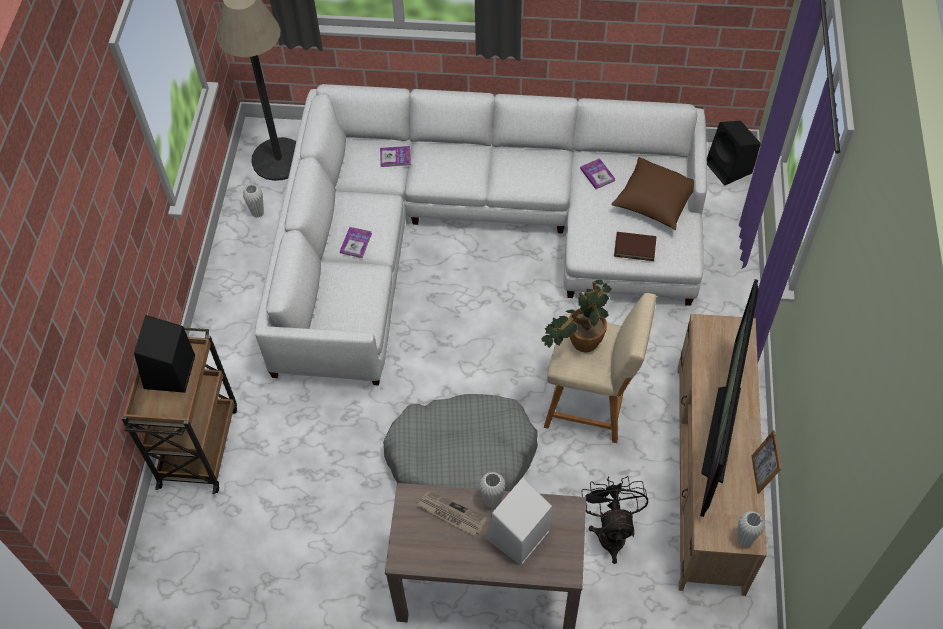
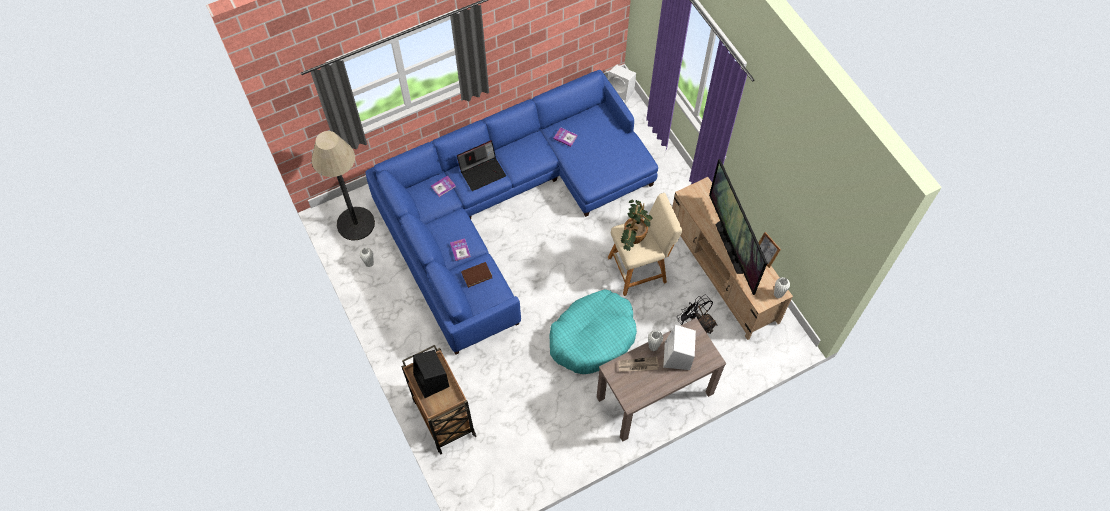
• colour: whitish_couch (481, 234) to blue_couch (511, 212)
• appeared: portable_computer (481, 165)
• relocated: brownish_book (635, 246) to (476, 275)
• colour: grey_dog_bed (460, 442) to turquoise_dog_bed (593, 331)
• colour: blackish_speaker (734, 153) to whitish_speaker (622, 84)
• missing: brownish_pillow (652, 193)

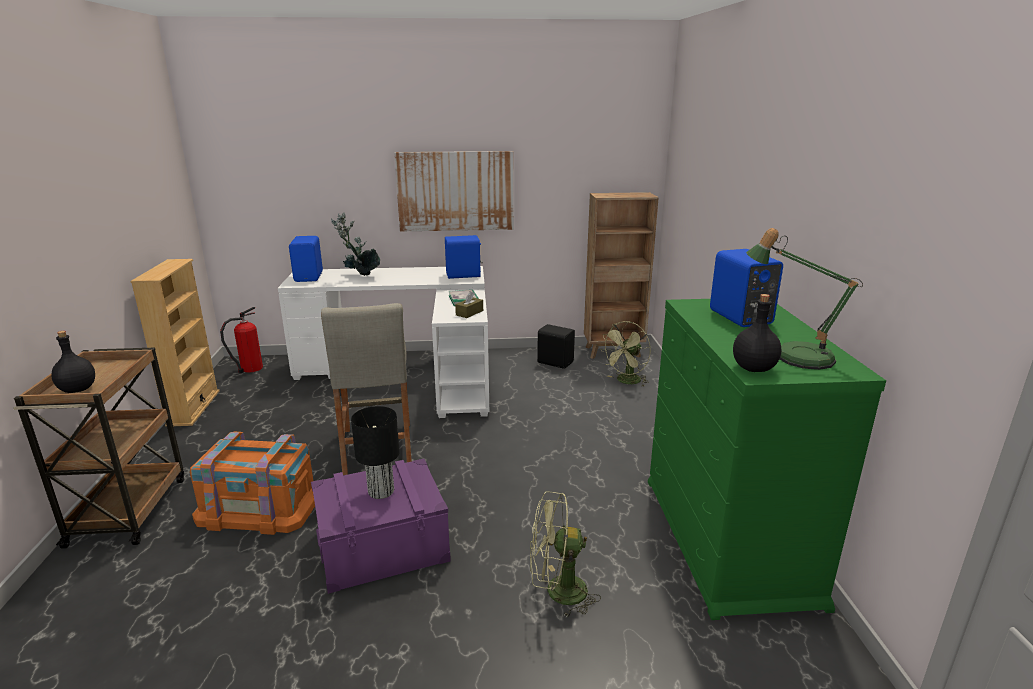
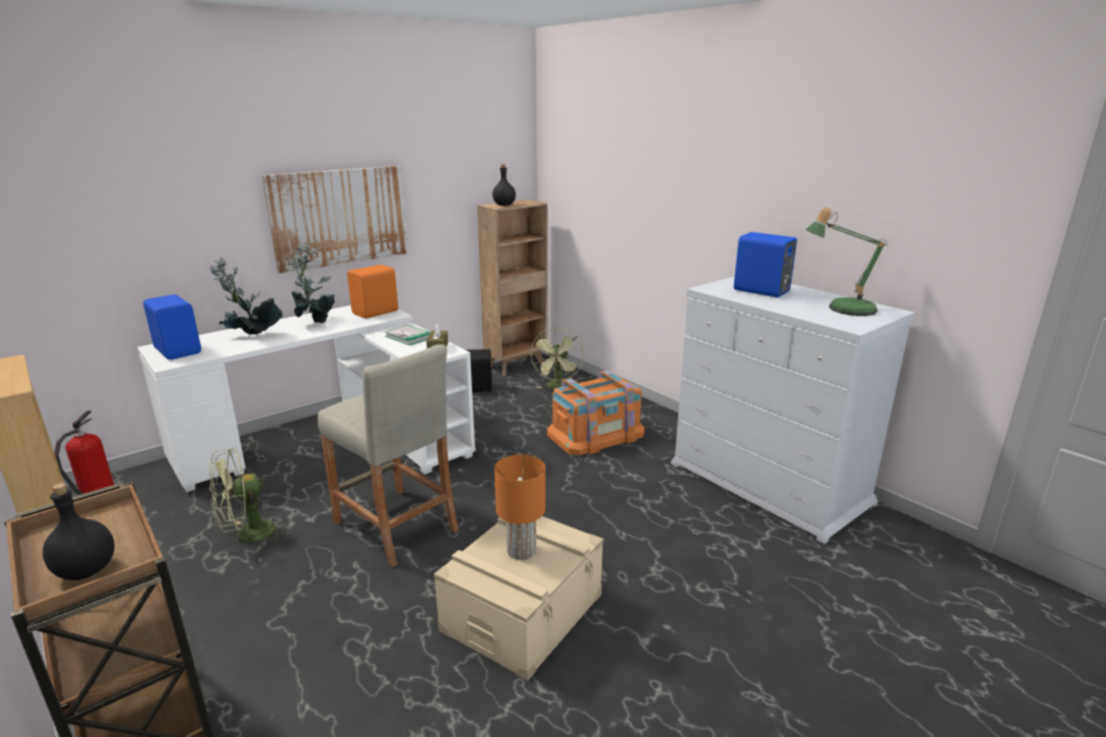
• relocated: green_fan (565, 554) to (248, 498)
• appeared: potted_plant (310, 282)
• colour: blue_speaker (464, 257) to orange-coloured_speaker (372, 292)
• colour: purple-coloured_storage_container (381, 526) to beige-coloured_storage_container (518, 598)
• relocated: blackish_beverage_bottle (757, 333) to (504, 185)
• colour: blackish_tabletop_lamp (375, 452) to orange-coloured_tabletop_lamp (520, 507)
• relocated: orange-coloured_storage_container (252, 483) to (596, 413)
• colour: green_dresser (767, 459) to whitish_dresser (793, 410)

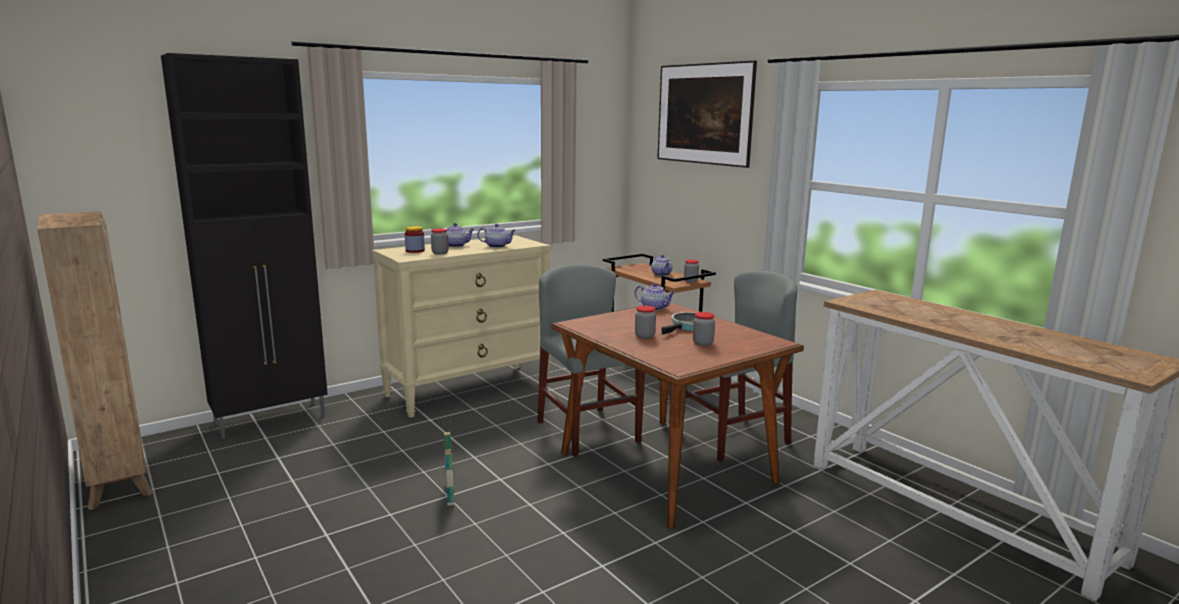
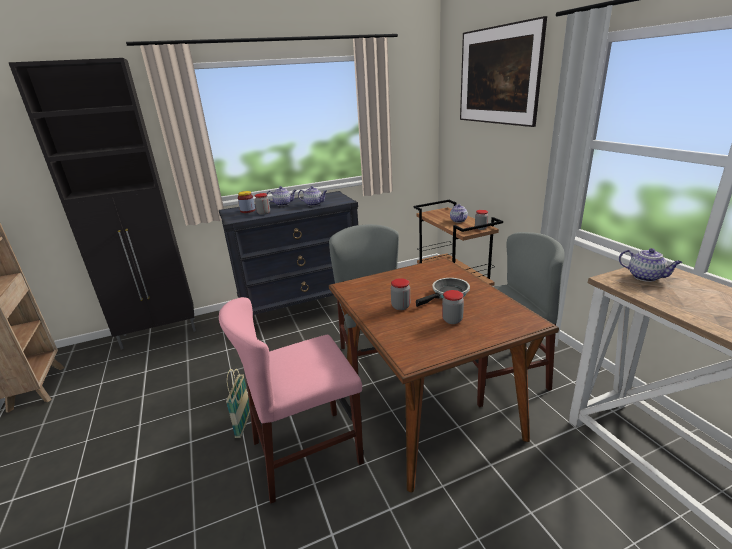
• colour: beige-coloured_dresser (461, 326) to blackish_dresser (288, 253)
• appeared: pinkish_upright_chair (291, 400)
• relocated: tea_pot (654, 297) to (650, 265)

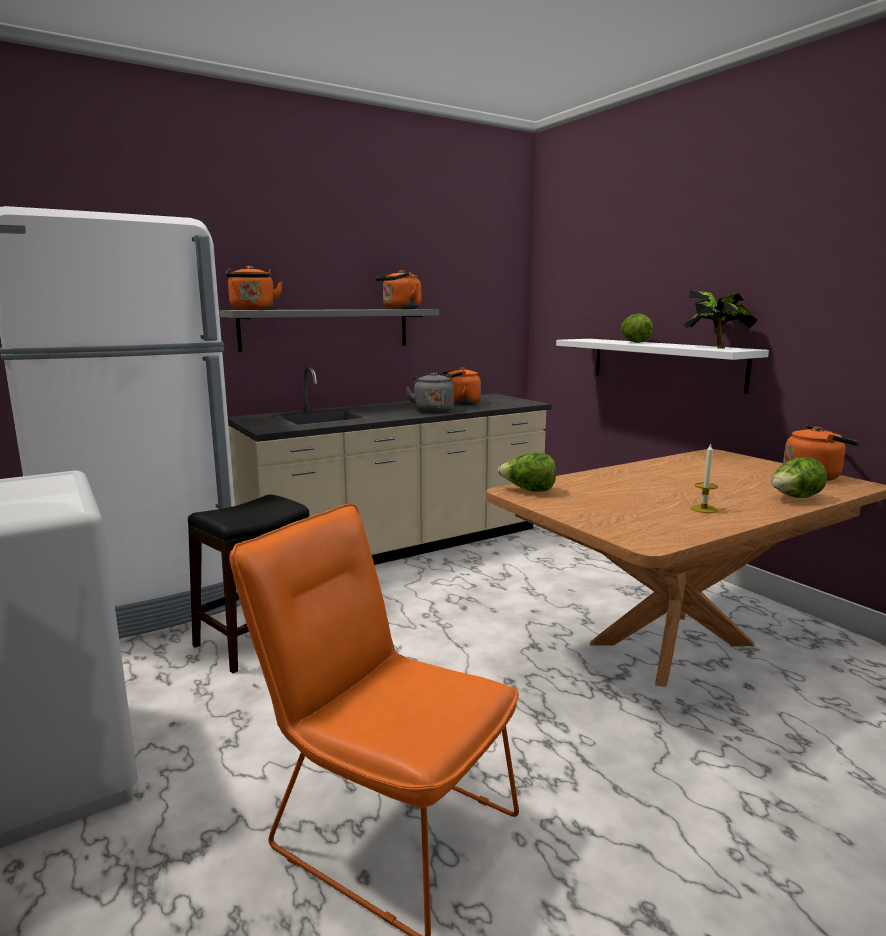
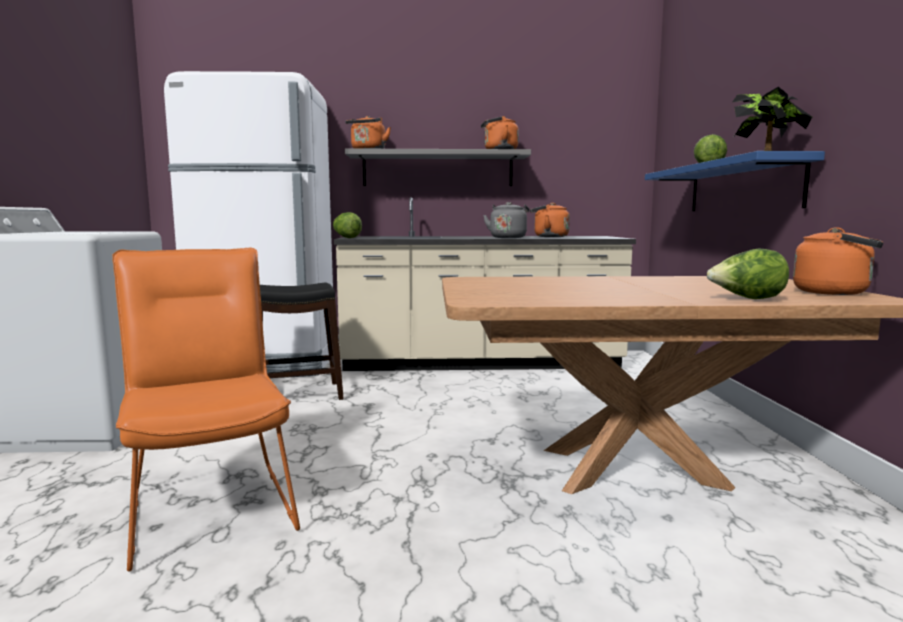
• relocated: lettuce_head (527, 472) to (347, 225)
• colour: whitish_shelf (662, 366) to blue_shelf (735, 181)
• missing: candle (704, 478)

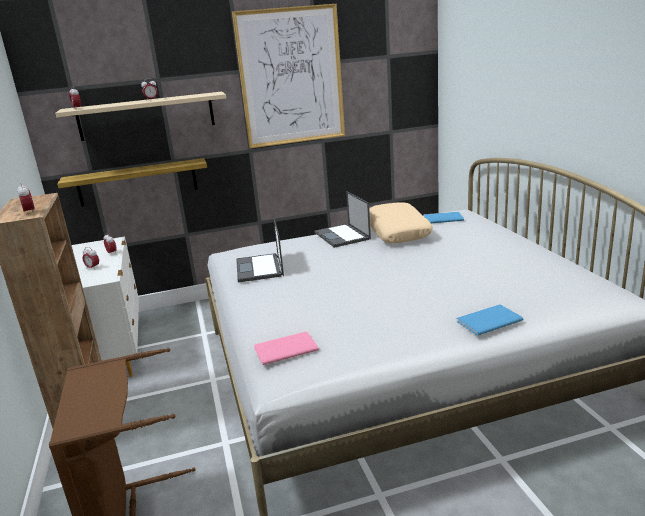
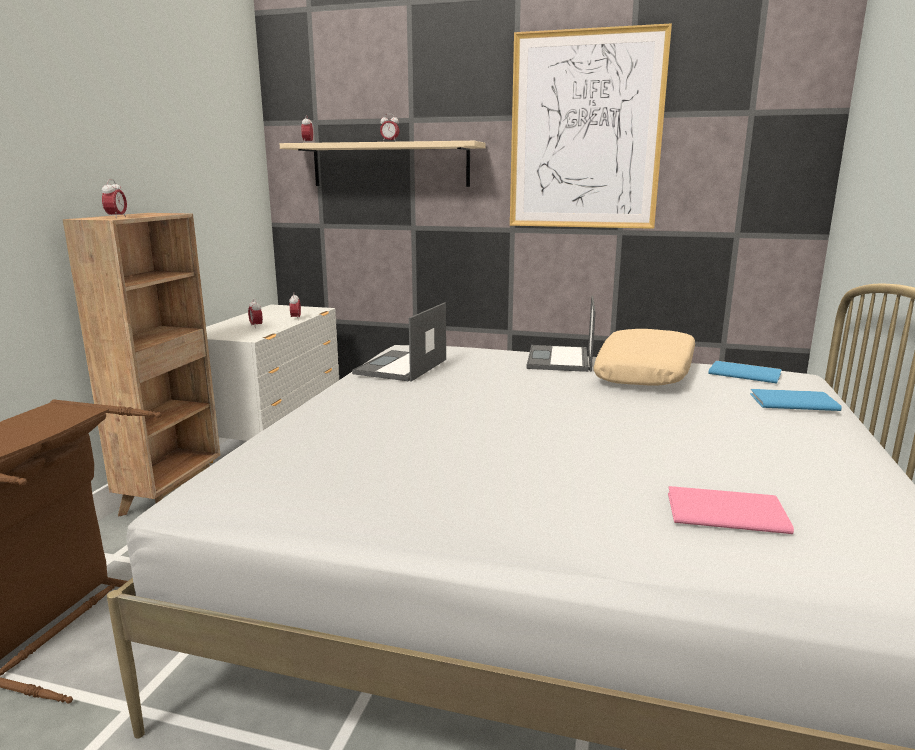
• relocated: pinkish_book (286, 348) to (731, 510)
• relocated: blue_book (490, 320) to (796, 400)
• missing: shelf (132, 182)

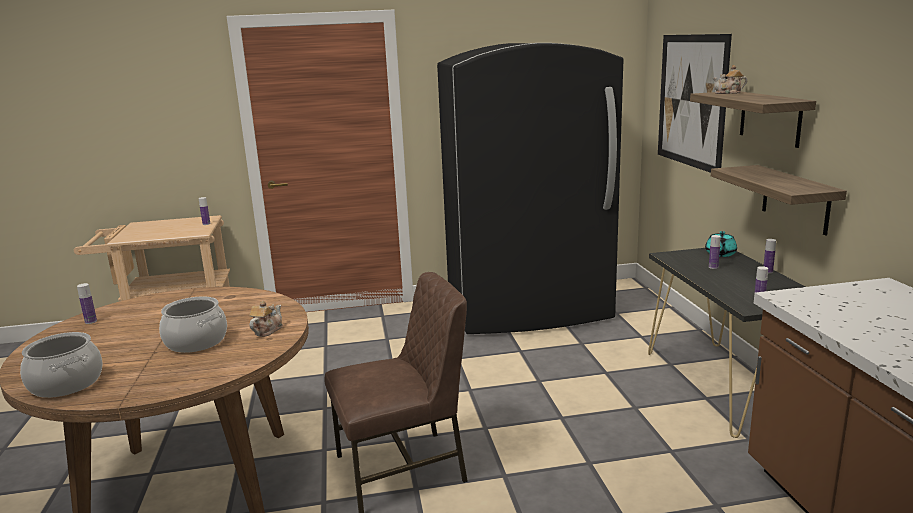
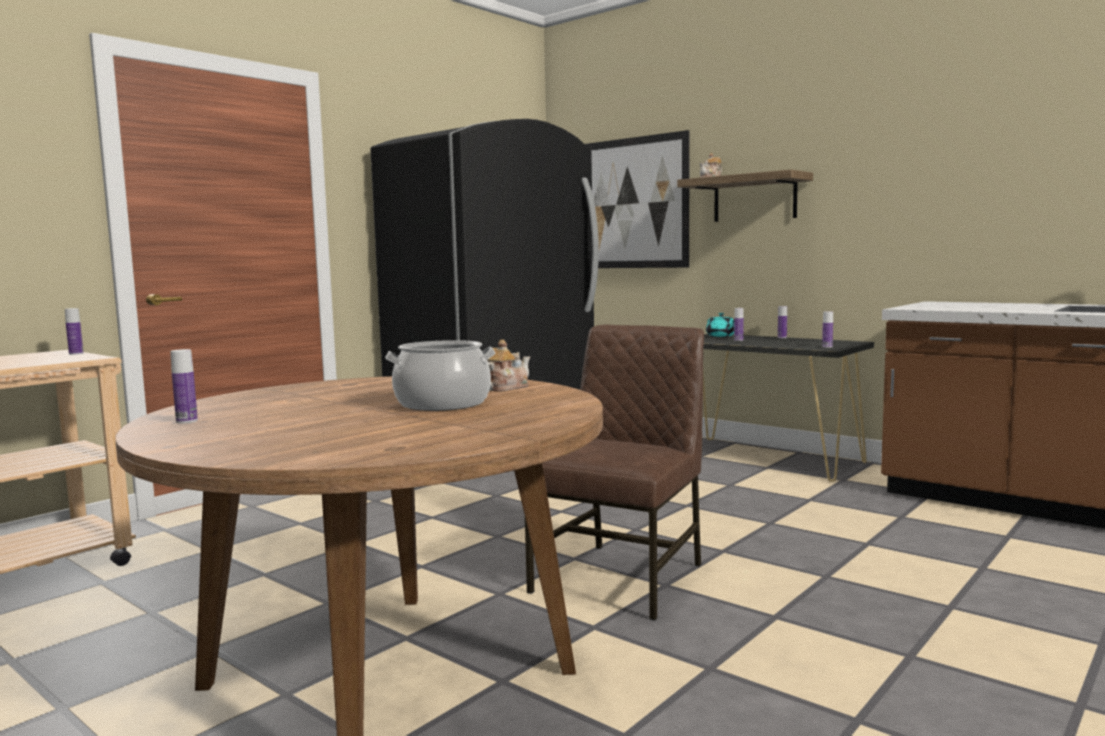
• spun: tea_pot (266, 319) = (508, 366) 60 degrees clockwise
• missing: stockpot (61, 365)
• missing: shelf (779, 200)

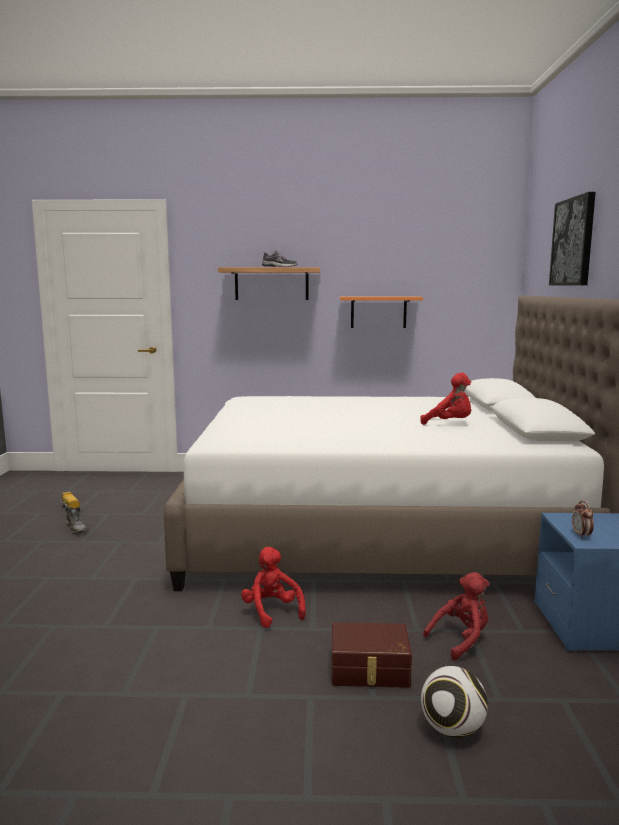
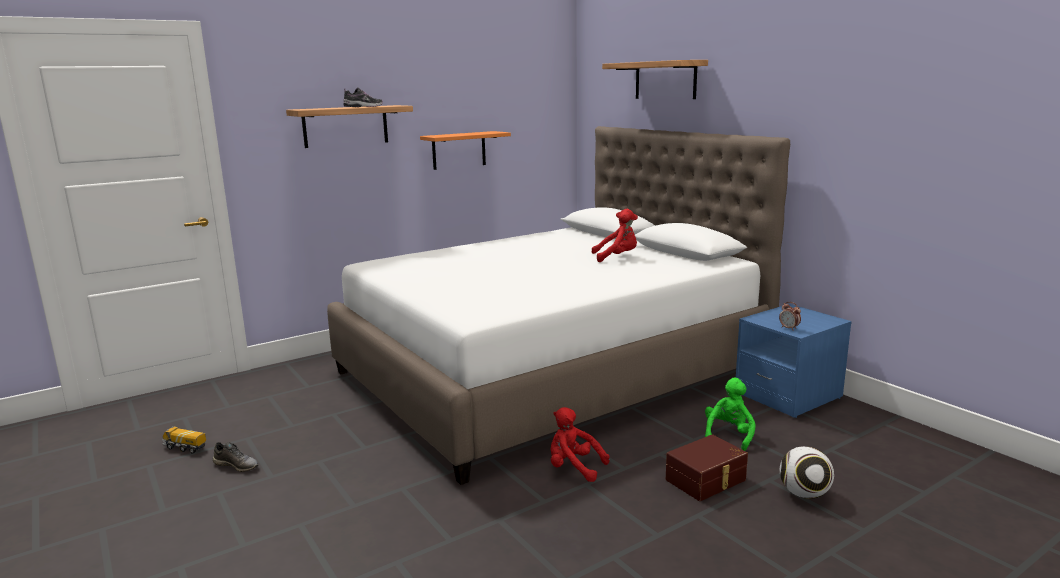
• exchanged: wall_art (572, 239) to shelf (655, 79)
• colour: reddish_soft_toy (456, 616) to green_soft_toy (730, 414)

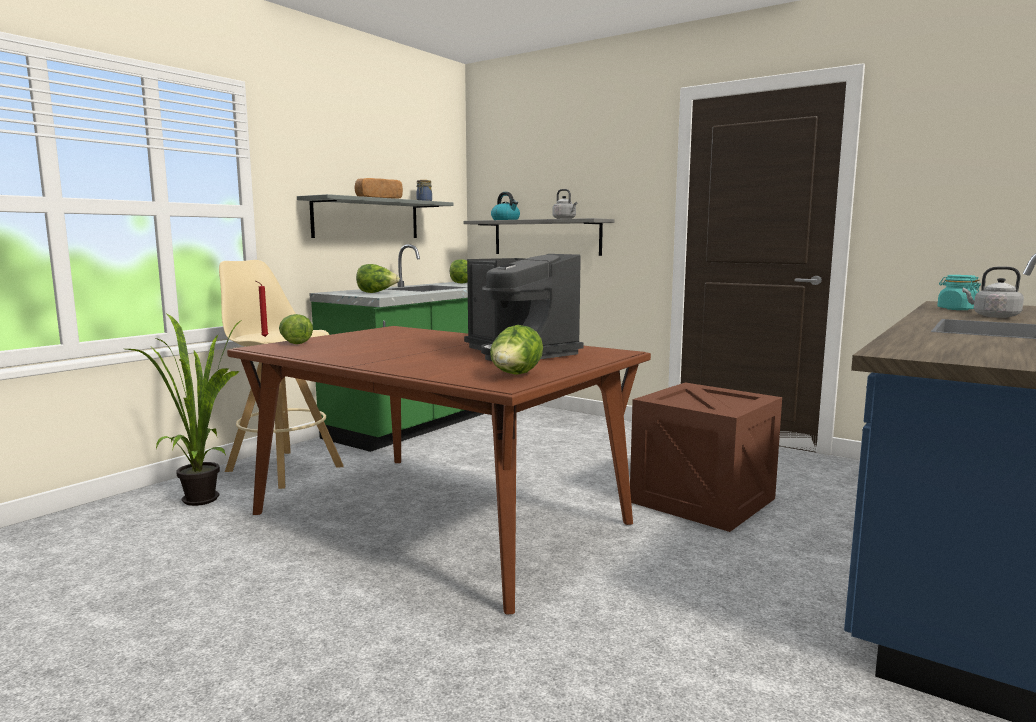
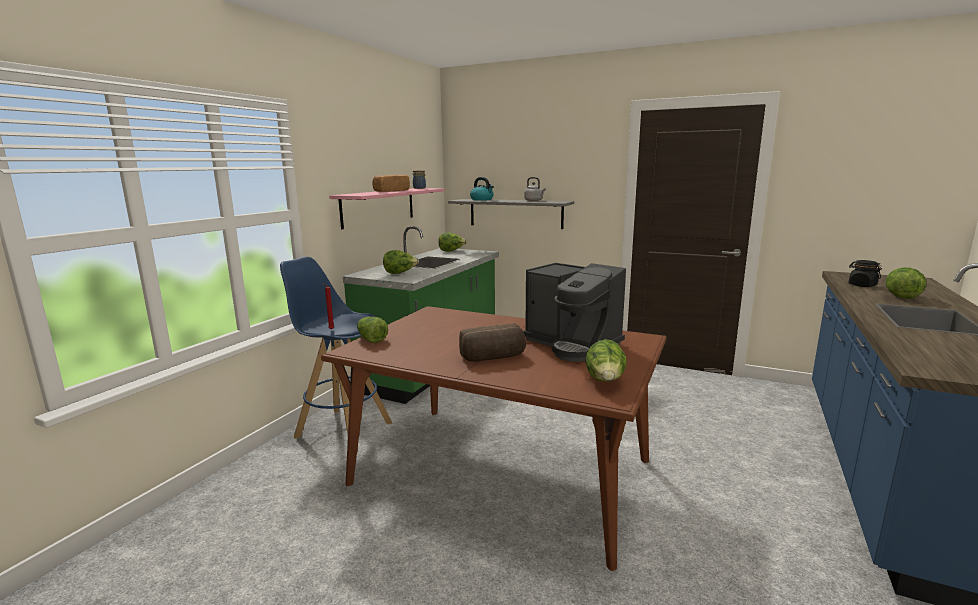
• colour: beige-coloured_stool (281, 374) to blue_stool (336, 348)
• colour: grey_shelf (375, 216) to pinkish_shelf (386, 208)
• appeared: baked_bread (492, 342)
• colour: turquoise_jar (959, 292) to blackish_jar (865, 273)
• exchanged: grey_kettle (993, 292) to lettuce_head (906, 283)
• missing: potted_plant (184, 410)
• missing: shipping_crate (706, 457)

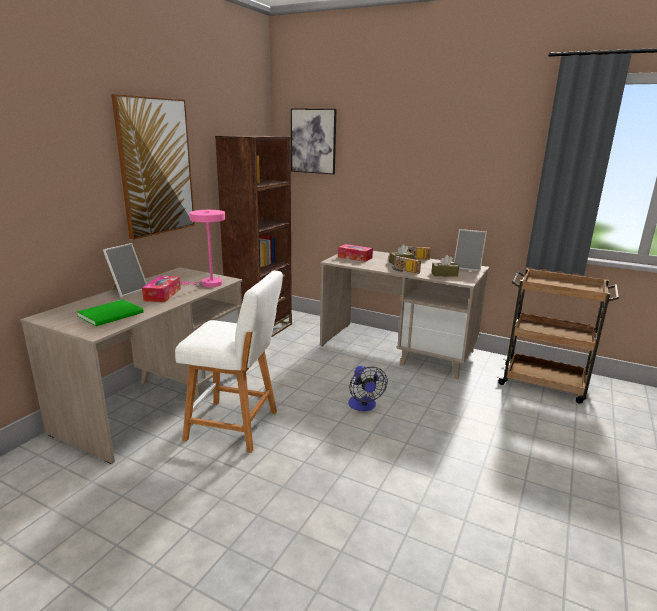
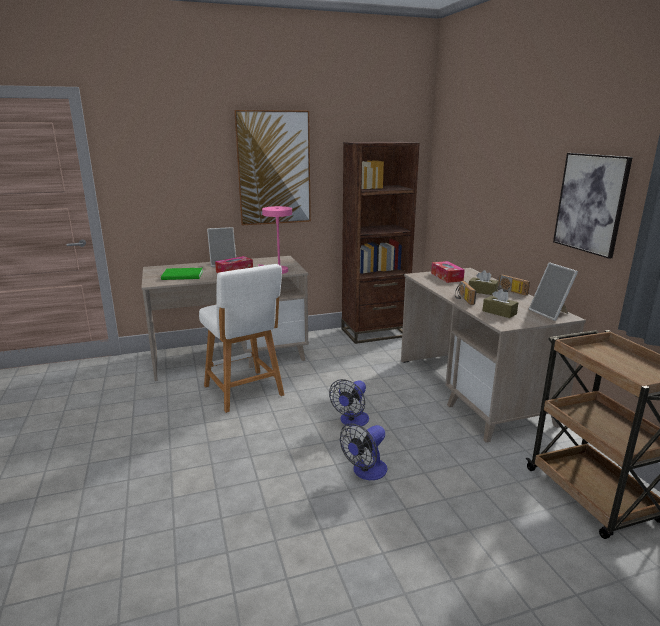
• appeared: fan (363, 452)
• relocated: wall_art (313, 141) to (593, 206)

